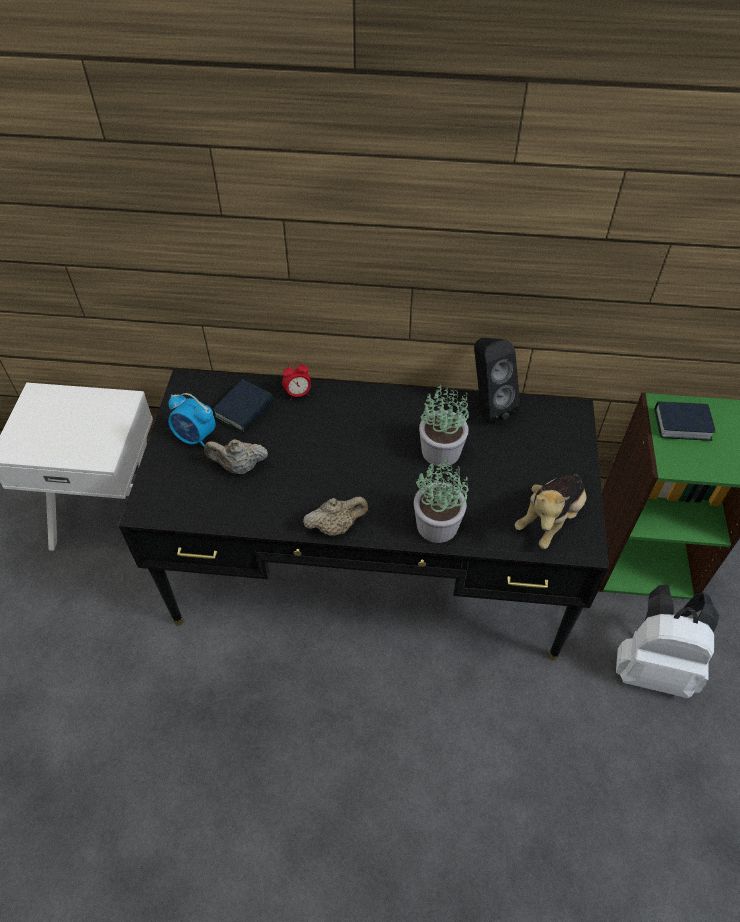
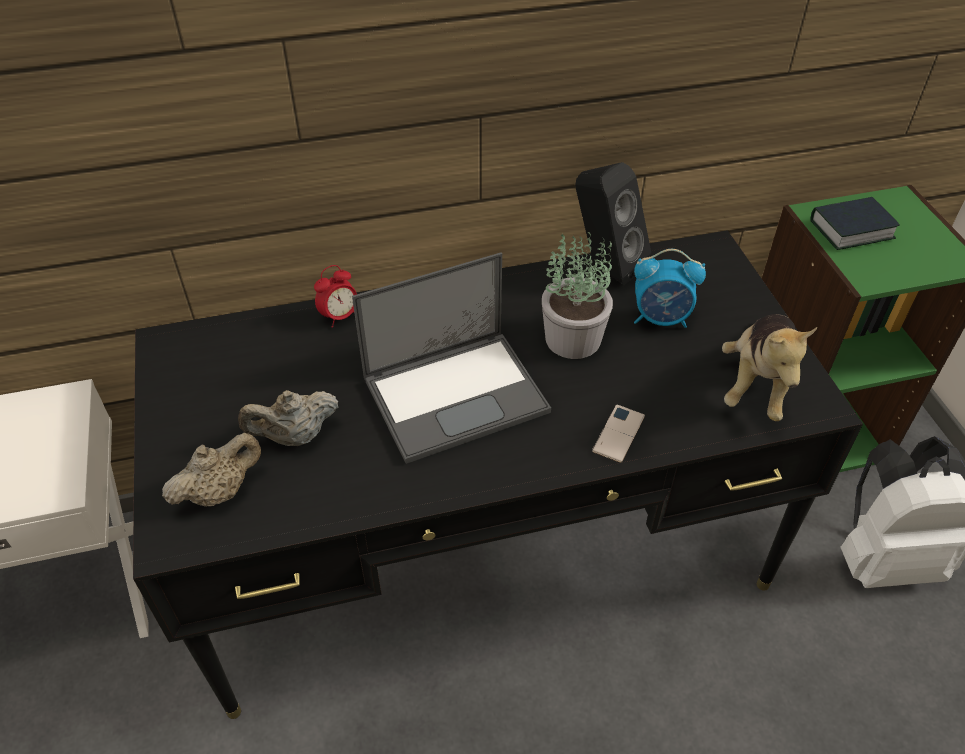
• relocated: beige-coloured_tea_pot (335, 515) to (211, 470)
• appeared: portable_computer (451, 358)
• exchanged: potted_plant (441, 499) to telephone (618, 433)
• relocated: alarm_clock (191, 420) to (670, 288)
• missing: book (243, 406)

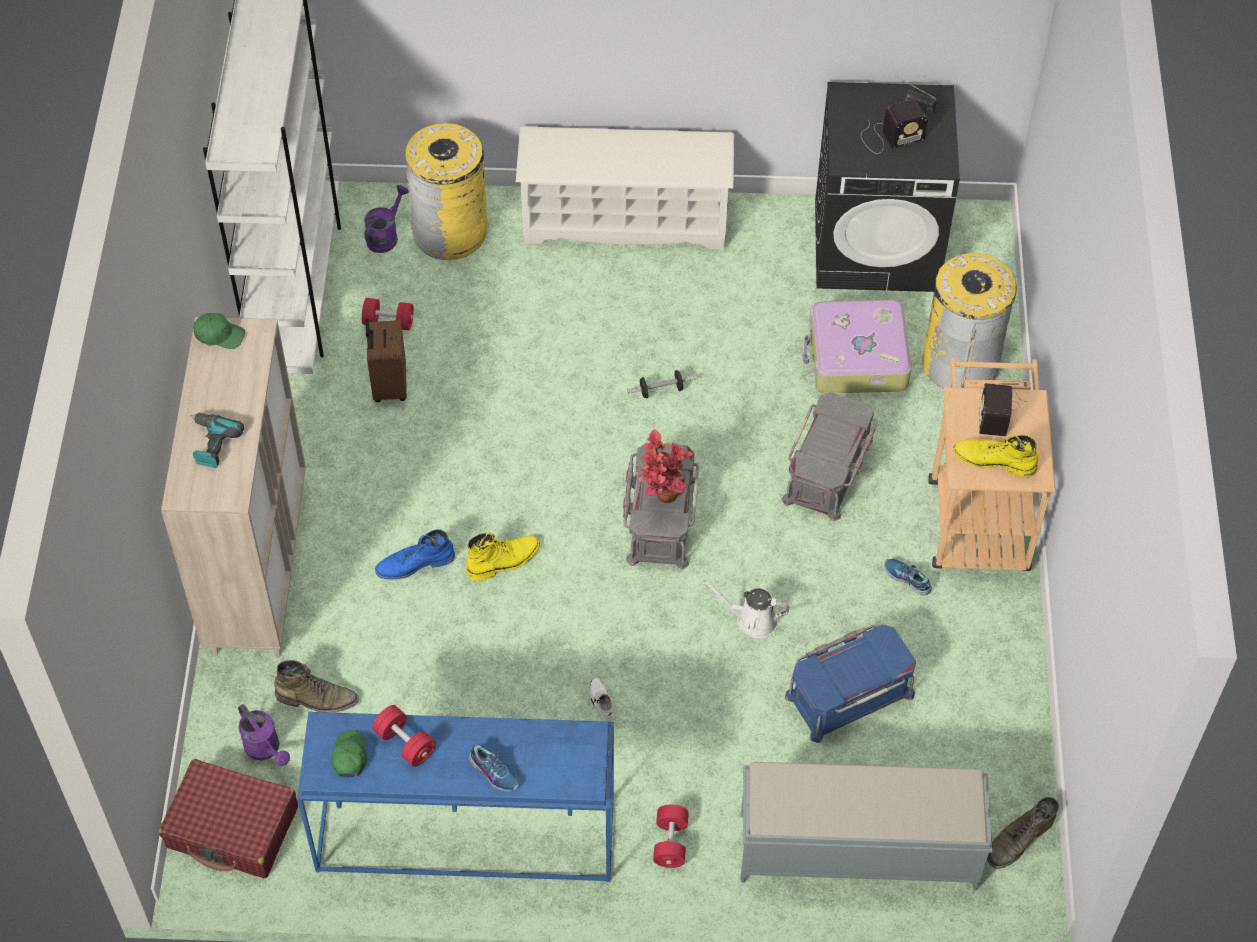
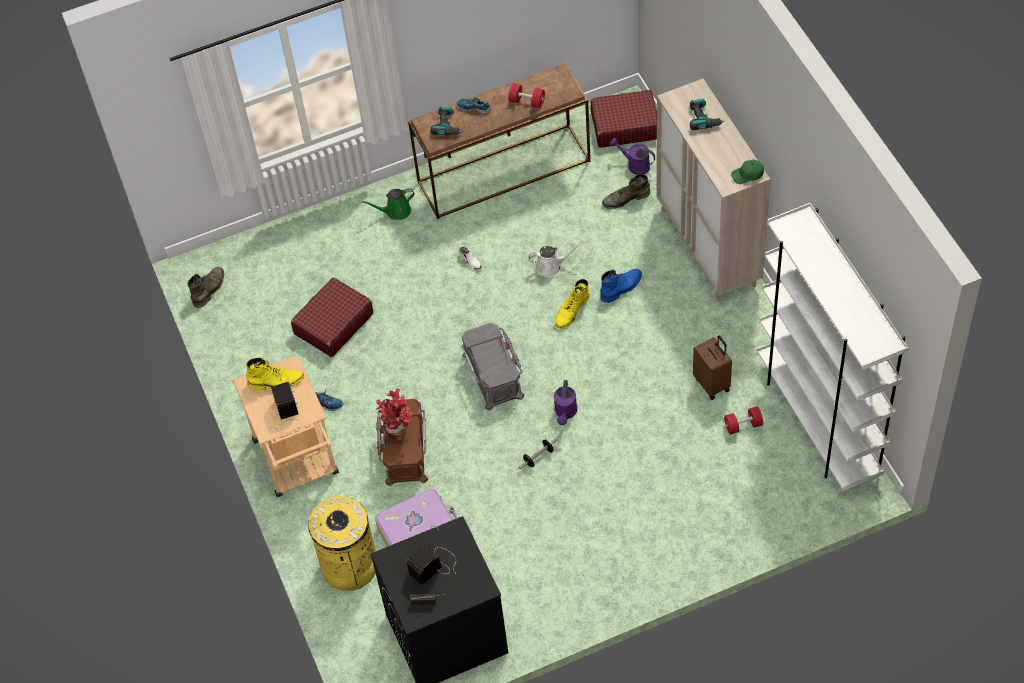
• exchanged: blue_storage_container (850, 683) to reddish_piece_of_luggage (332, 317)
• exchanged: reddish_free_weight (671, 836) to green_sprinkling_can (388, 204)
• relocated: potted_plant (665, 466) to (394, 414)
• colour: grey_storage_container (829, 456) to brownish_storage_container (402, 442)
• colour: blue_console_table (455, 797) to brownish_console_table (499, 141)
• appeared: power_drill (446, 121)
• relocated: whitish_sprinkling_can (746, 609) to (555, 259)
• relocated: purple-coloured_sprinkling_can (386, 219) to (565, 402)
• missing: green_baseball_cap (349, 754)
• missing: yellow_waste_bin (446, 191)
• missing: whitish_shoe_stand (625, 188)
• missing: grey_bench (866, 826)

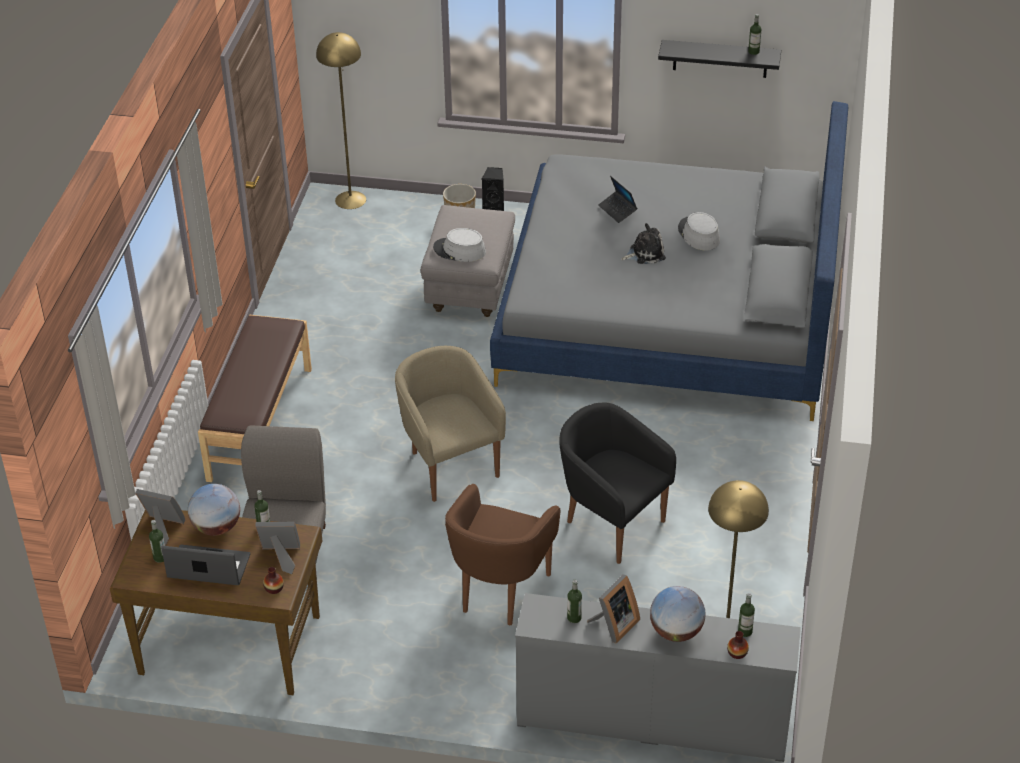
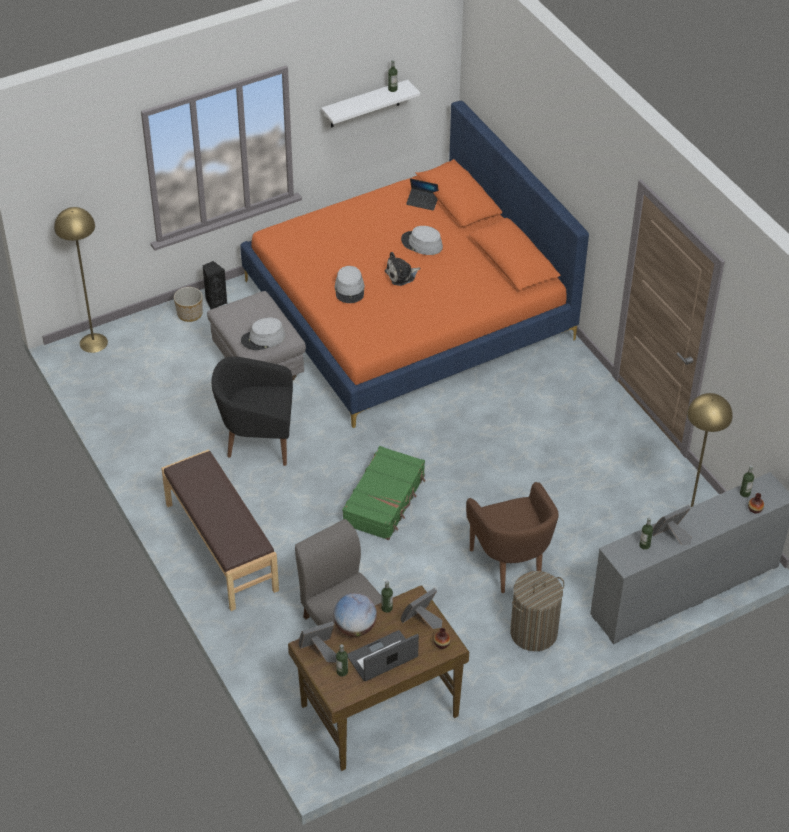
• relocated: blackish_easy_chair (618, 483) to (252, 411)
• colour: grey_bed (669, 261) to orange-coloured_bed (414, 264)
• colour: blackish_shelf (719, 59) to whitish_shelf (370, 104)
• appeared: grey_wearable_hat (350, 284)
• exchanged: beige-coloured_easy_chair (450, 424) to green_piece_of_luggage (383, 493)
• spun: soft_toy (643, 243) = (402, 269) 150 degrees counterclockwise
• relocated: portable_computer (618, 199) to (422, 194)
• appeared: laundry_basket (537, 611)
• spun: picture_frame (613, 609) = (672, 525) 120 degrees counterclockwise
• missing: world_globe (678, 614)

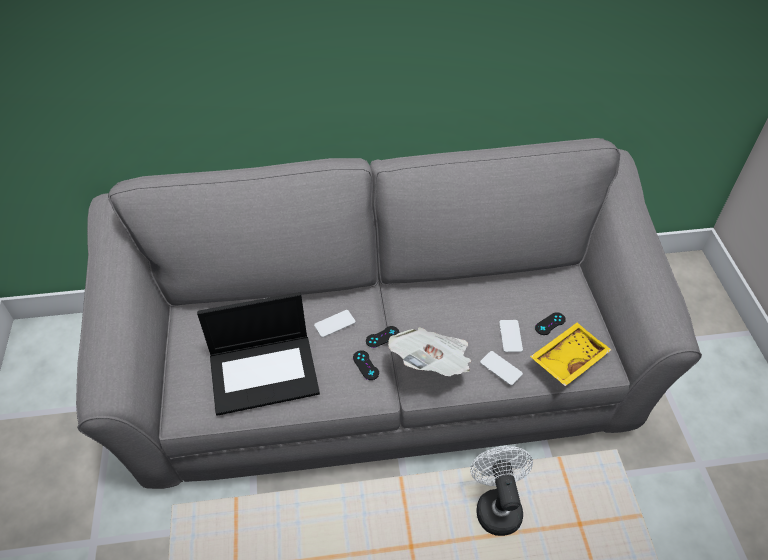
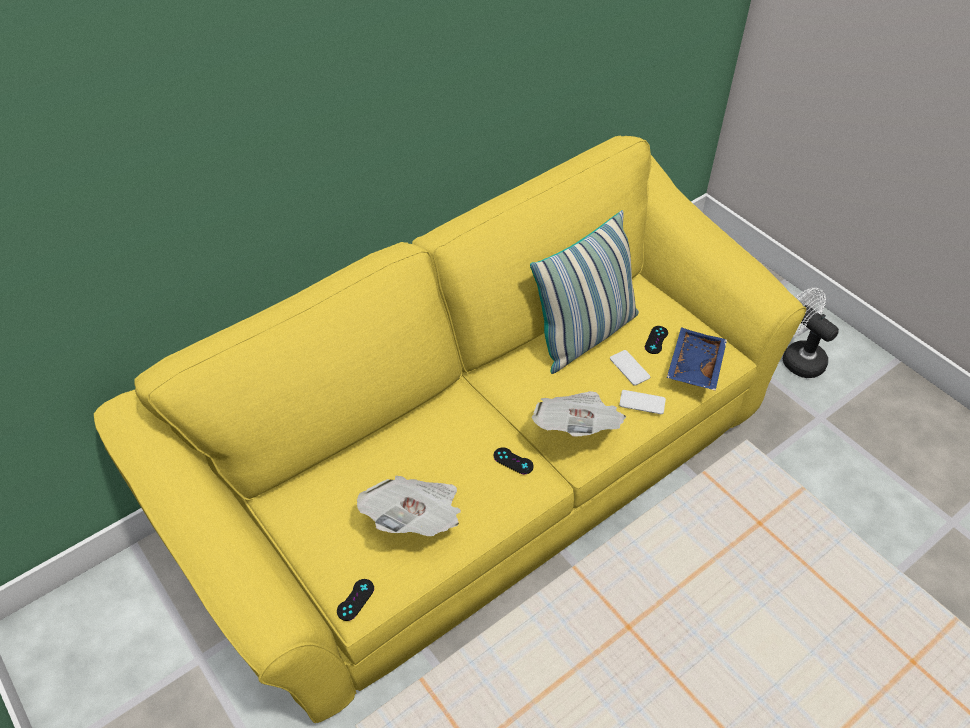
• colour: grey_couch (389, 313) to yellow_couch (450, 429)
• relocated: blackish_gamepad (382, 337) to (355, 600)
• exchanged: portable_computer (258, 354) to printed_paper (409, 505)
• appeared: pillow (584, 292)
• colour: yellow_tray (570, 354) to blue_tray (697, 359)
• relocated: whitish_fan (501, 491) to (811, 333)
• missing: telephone (335, 323)

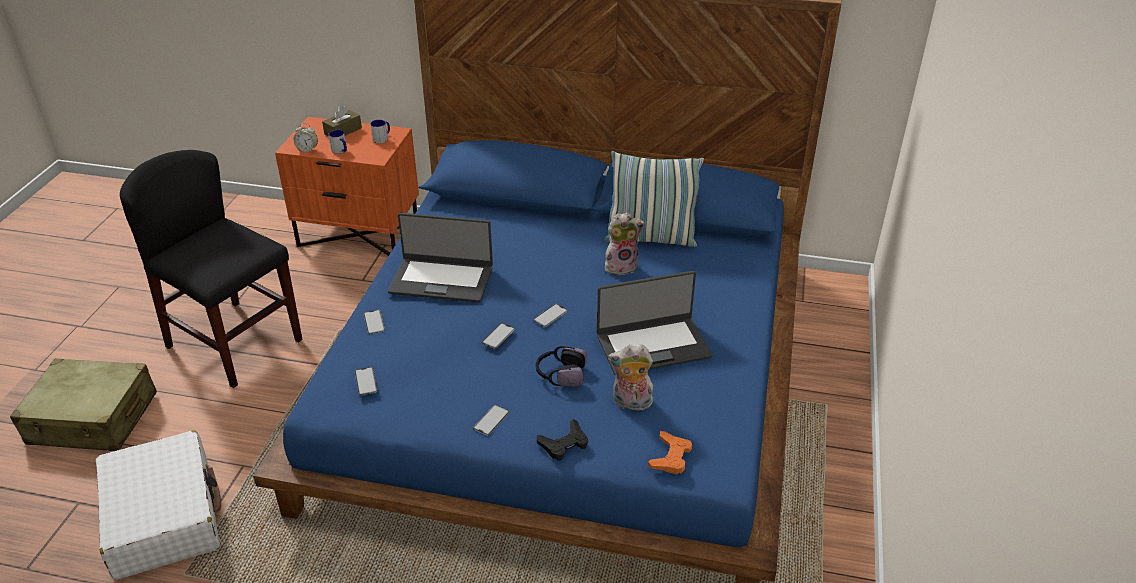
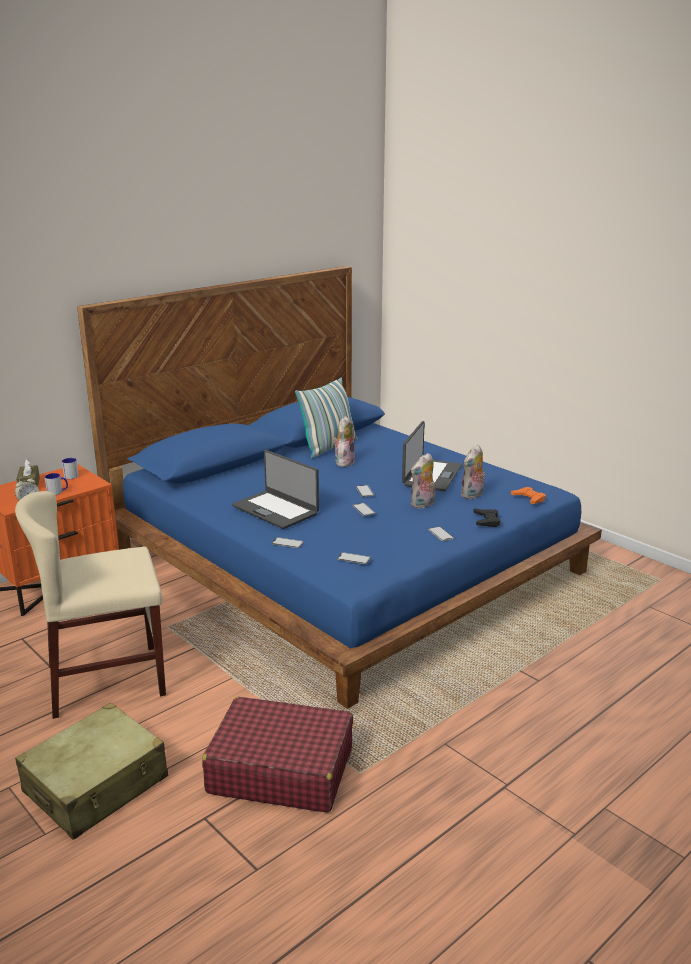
• colour: blackish_upright_chair (211, 269) to beige-coloured_upright_chair (90, 605)
• colour: whitish_piece_of_luggage (158, 505) to reddish_piece_of_luggage (277, 755)
• spun: portable_computer (440, 257) = (275, 489) 90 degrees clockwise
• exchanged: pair_of_headphones (561, 366) to soft_toy (423, 481)

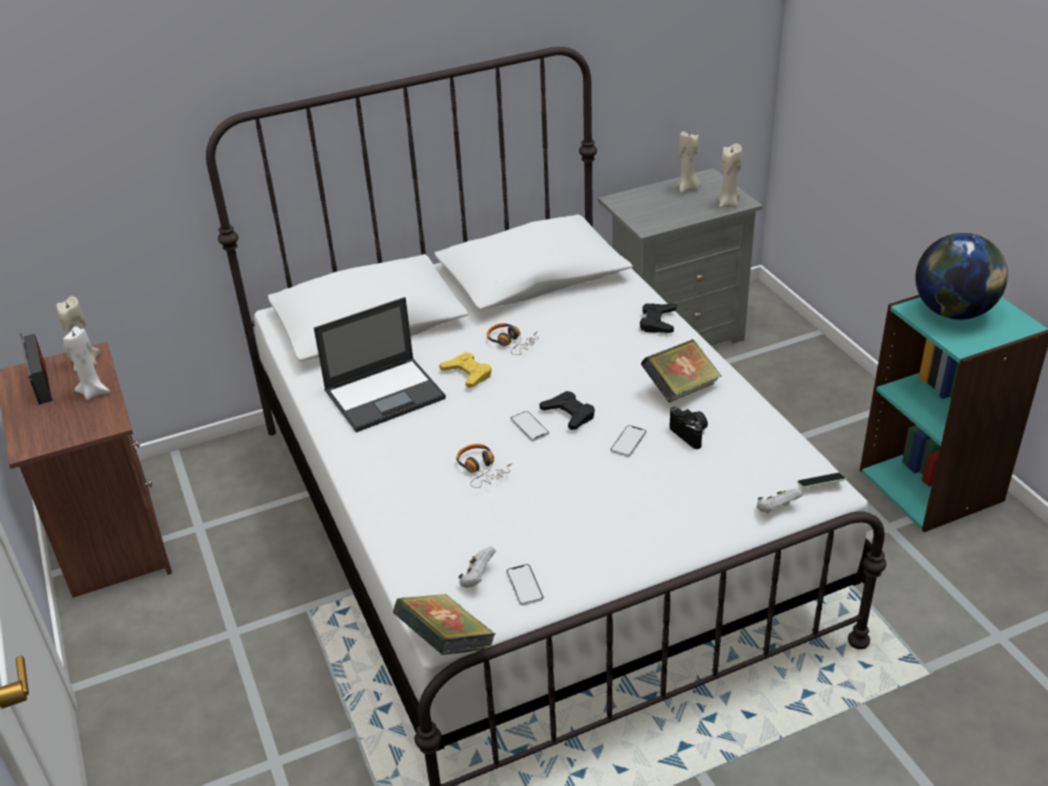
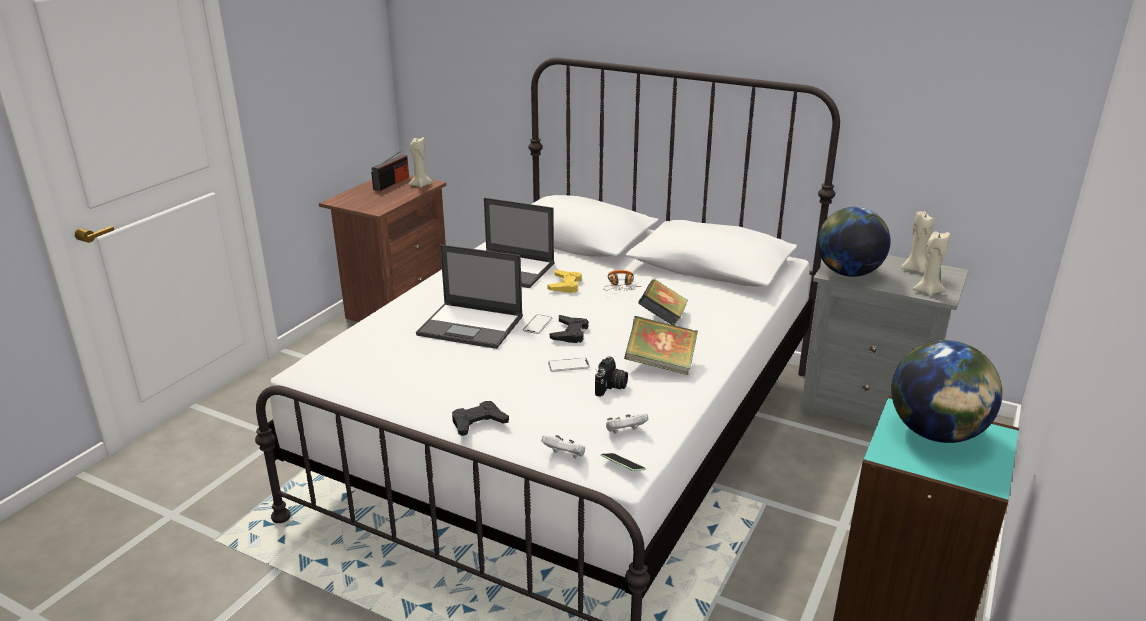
• exchanged: pair_of_headphones (484, 466) to portable_computer (469, 297)
• relocated: blackish_gamepad (658, 318) to (480, 418)
• relocated: whitish_gamepad (477, 567) to (627, 424)
• relocated: book (444, 624) to (663, 302)
• appeared: world_globe (854, 242)
• missing: whitish_candle (86, 363)
• missing: telephone (525, 584)

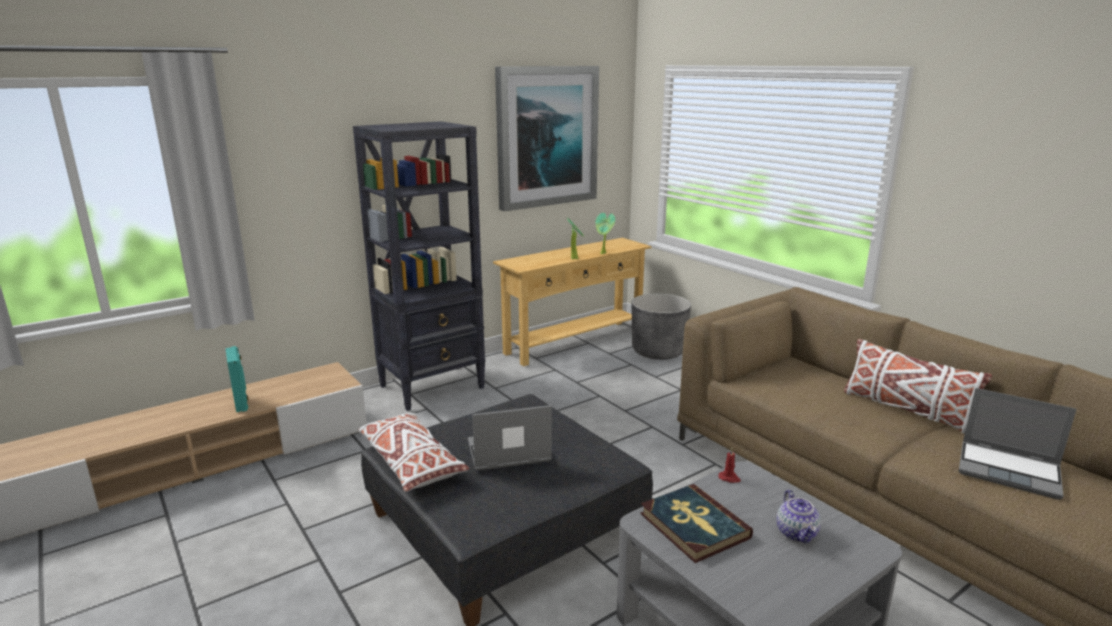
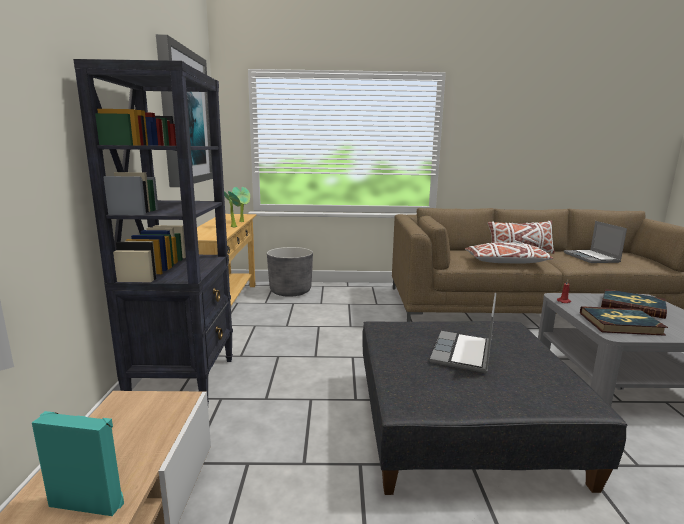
• relocated: whitish_pillow (414, 452) to (509, 253)
• spun: portable_computer (1017, 444) = (595, 242) 105 degrees clockwise
• exchanged: tea_pot (799, 517) to book (634, 304)

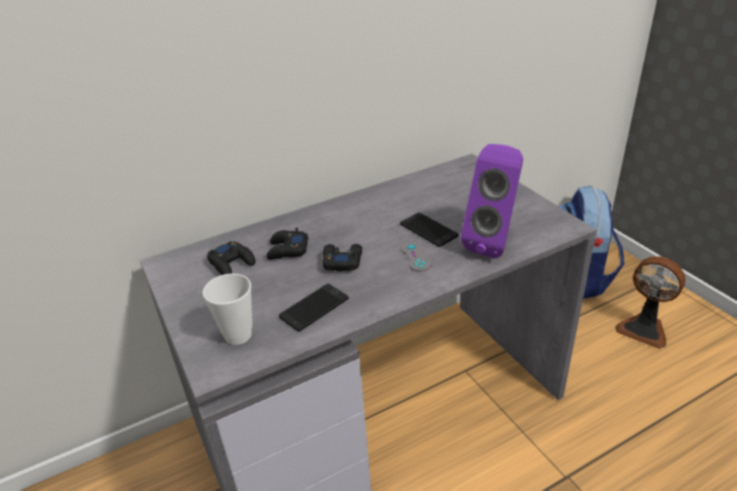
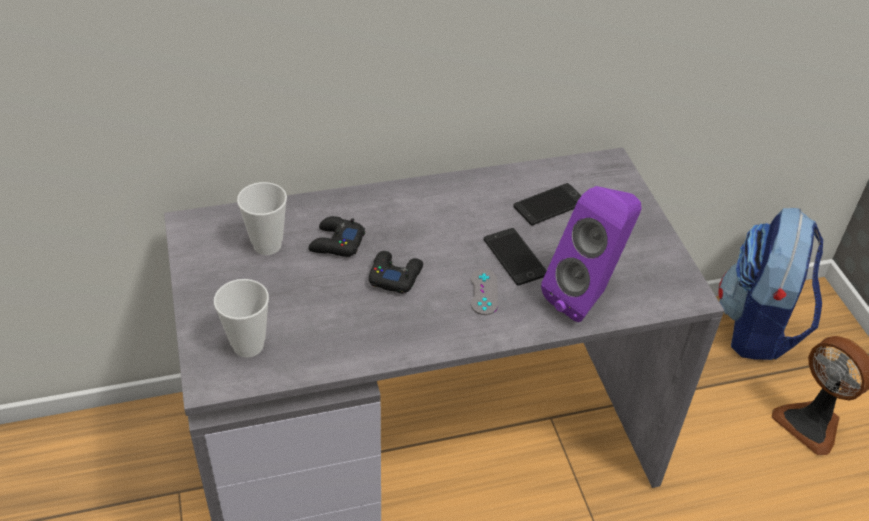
• exchanged: blackish_gamepad (231, 258) to small_cup (262, 218)
• relocated: telephone (314, 308) to (547, 204)

